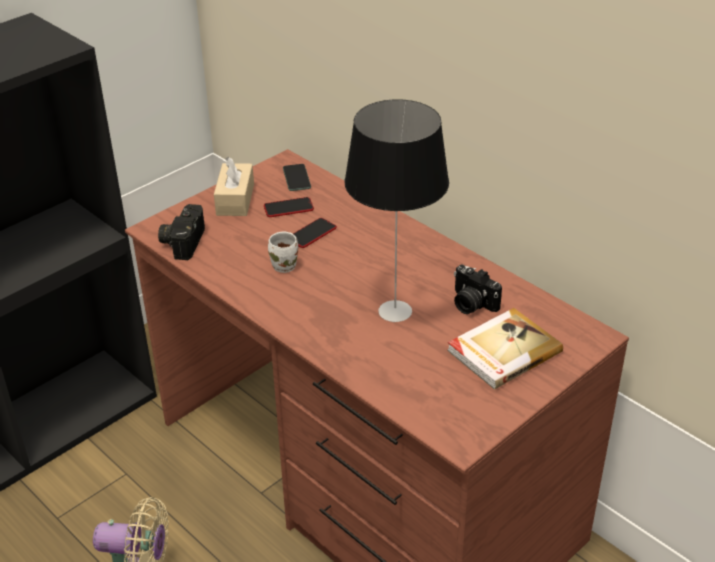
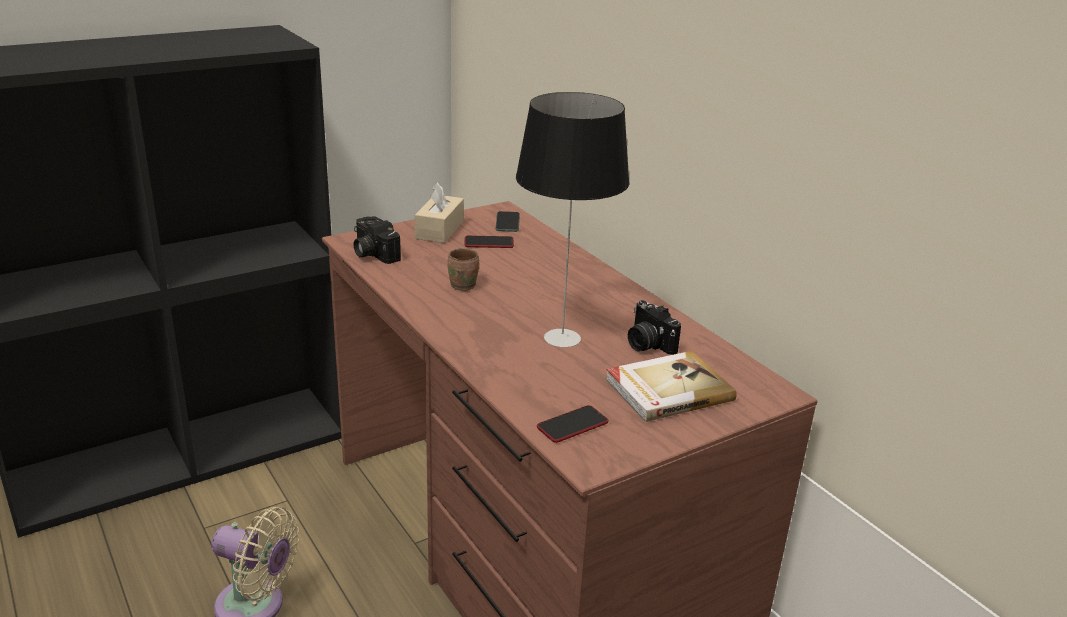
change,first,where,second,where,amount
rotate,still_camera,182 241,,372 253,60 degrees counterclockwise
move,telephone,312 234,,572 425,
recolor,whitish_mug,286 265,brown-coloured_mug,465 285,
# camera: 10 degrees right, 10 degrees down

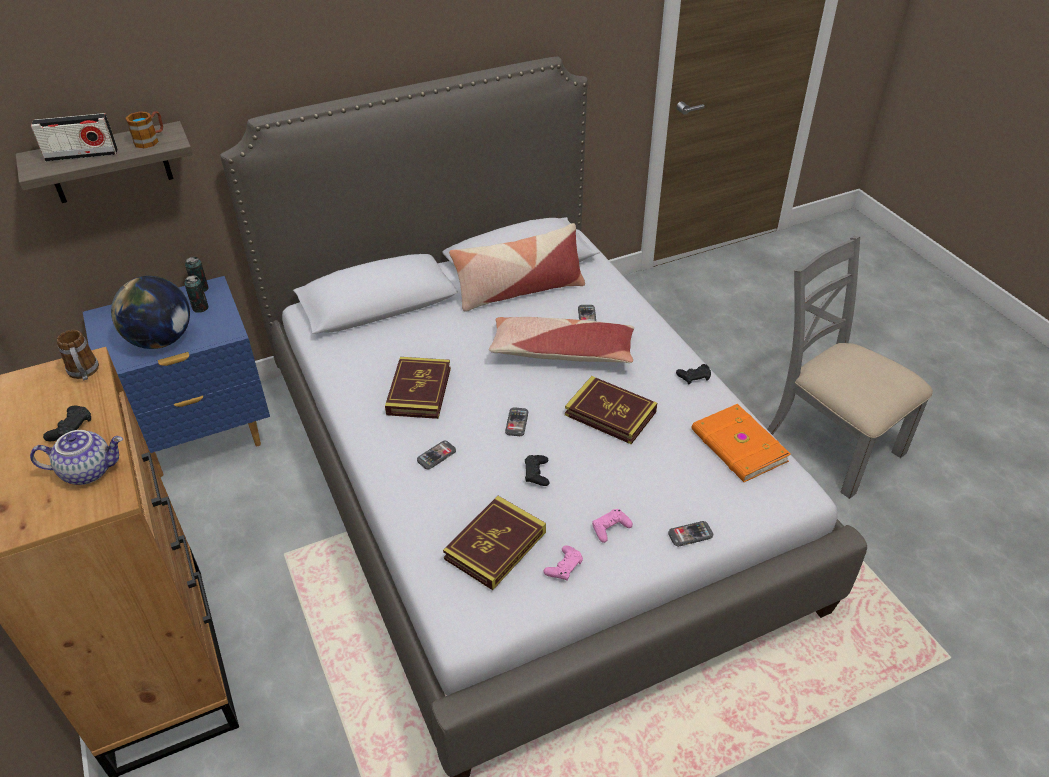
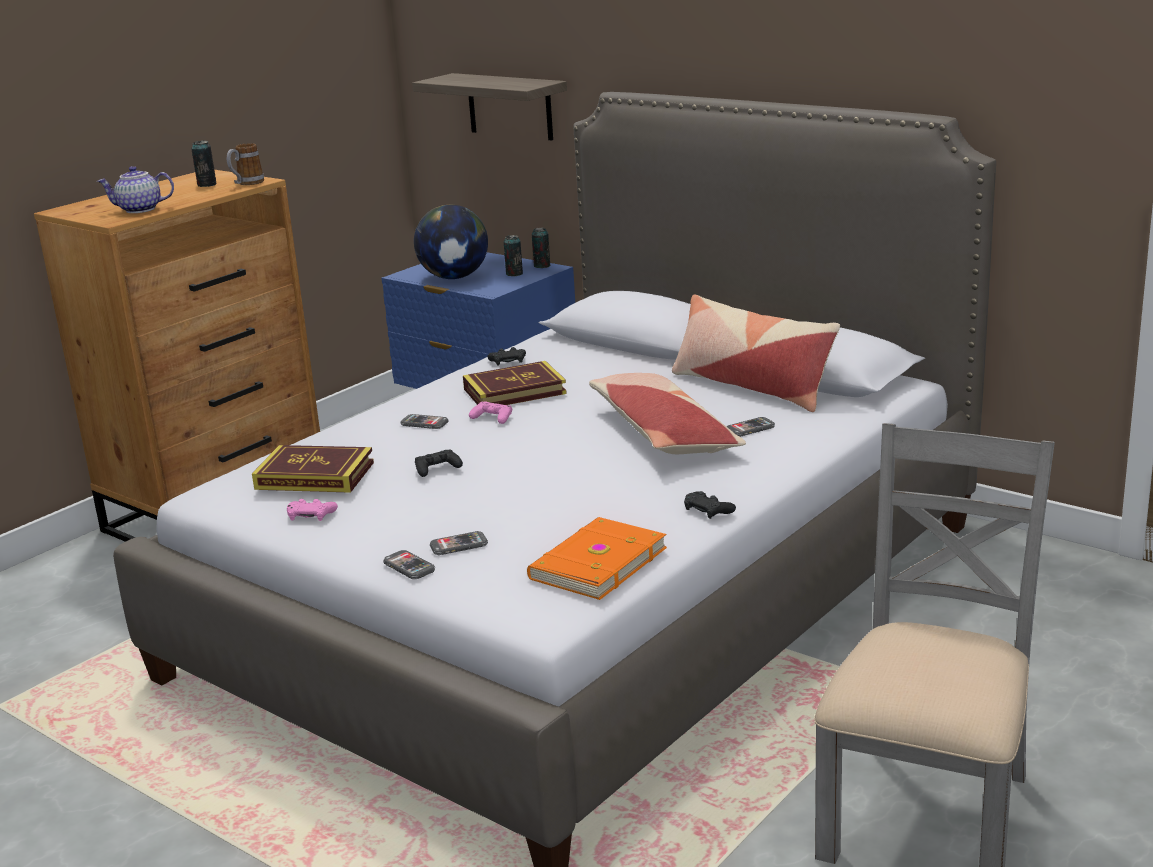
change,first,where,second,where,amount
delete,mug,150 140,,,
delete,radio,81 155,,,
delete,book,610 413,,,
move,black-coloured_game_controller,70 428,,508 361,
move,telephone,516 423,,459 545,
rotate,pot_for_tea,89 470,,139 210,120 degrees clockwise
move,pink-coloured_game_controller,610 528,,492 418,
insert,,,can,207 185,
# camera: 65 degrees right, 20 degrees down

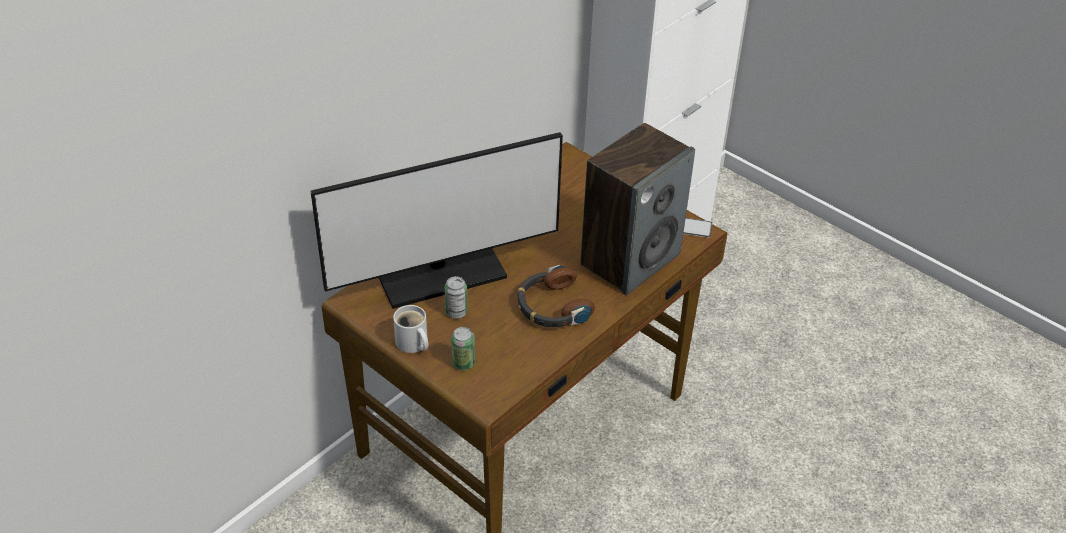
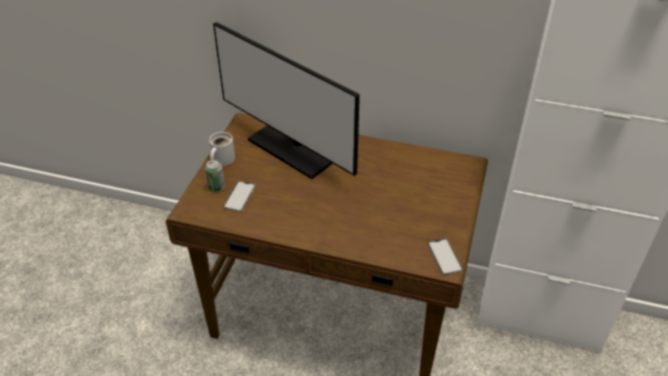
change,first,where,second,where,amount
delete,speaker,630 259,,,
delete,headset,552 306,,,
delete,can,456 312,,,
insert,,,telephone,239 196,
# camera: 65 degrees right, 0 degrees up

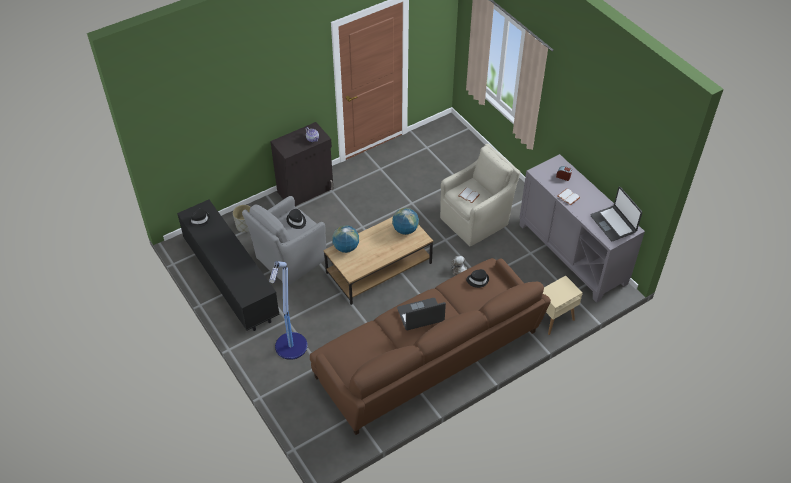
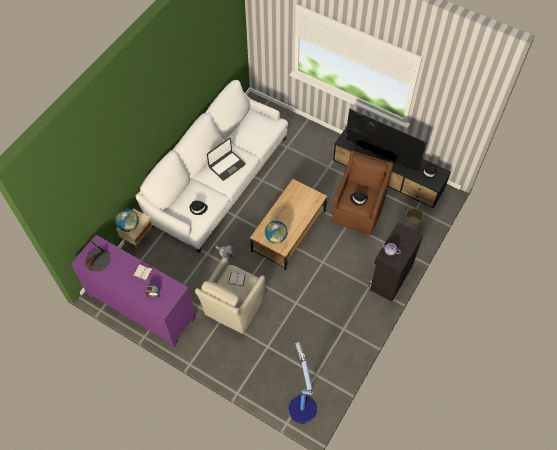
change,first,where,second,where,amount
recolor,gray_storage_cabinet,572 254,purplish_storage_cabinet,141 307,
replace,portable_computer,613 224,table_lamp,98 260,
recolor,gray_armchair,289 260,brown-coloured_armchair,358 210,
move,globe,346 247,,129 226,
recolor,brown-coloured_couch,428 357,whitish_couch,219 179,
move,standard_lamp,291 347,,302 408,
insert,,,television,380 156,
# camera: 155 degrees right, 10 degrees up

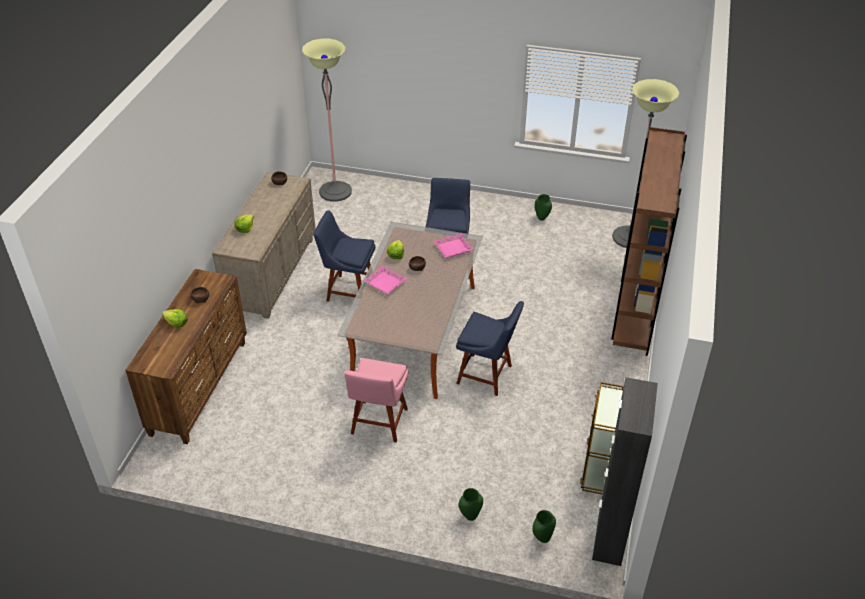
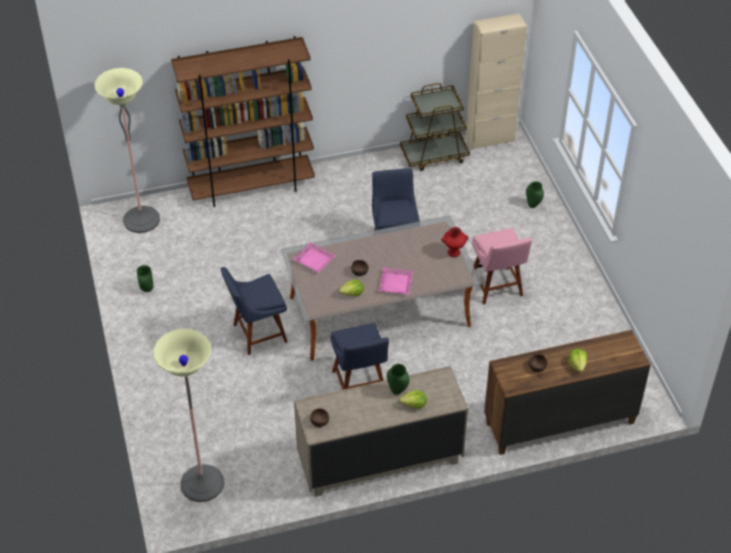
change,first,where,second,where,amount
rotate,pink-coloured_upright_chair,378 423,,497 287,90 degrees clockwise
recolor,black-coloured_storage_cabinet,610 536,beige-coloured_storage_cabinet,490 139,
move,green_vase,542 538,,397 391,
insert,,,red_vase,454 252,
# camera: 120 degrees left, 5 degrees up

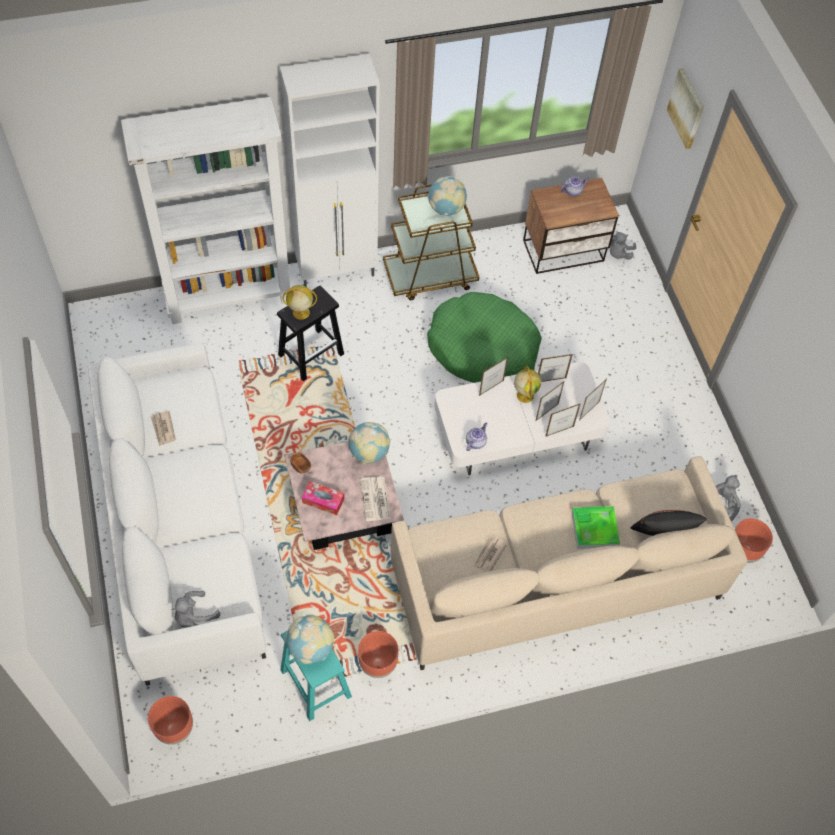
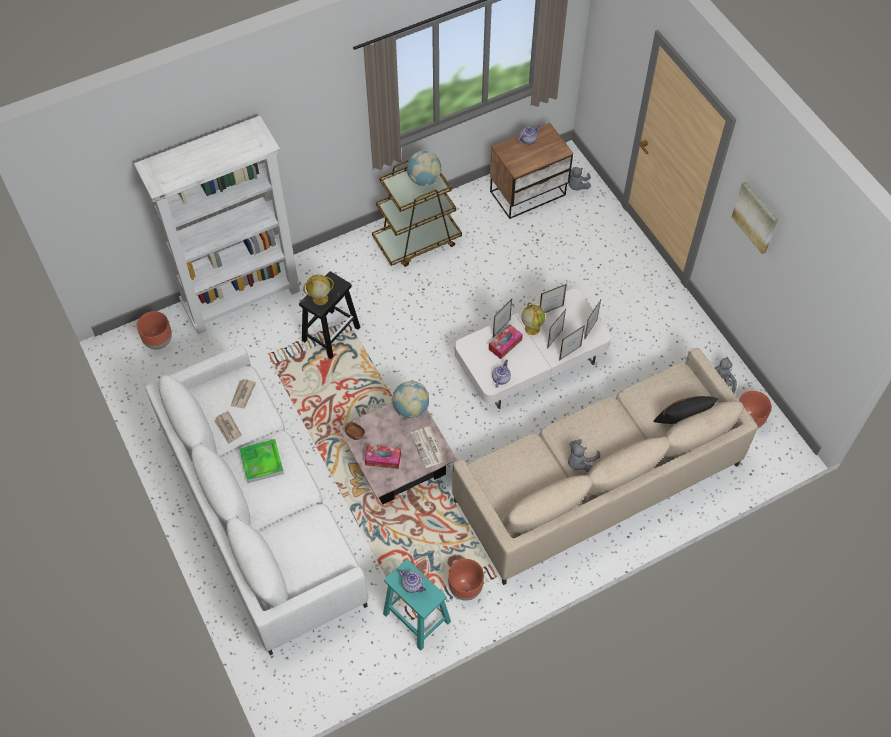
change,first,where,second,where,amount
delete,whitish_storage_cabinet,337 271,,,
move,picture,687 108,,756 217,
delete,green_dog_cushion,483 349,,,
move,tray,594 529,,261 462,
move,daily_paper,489 555,,242 394,
move,gray_plush_toy,194 617,,579 462,
replace,globe,310 647,pot_for_tea,413 585,
move,brown-coloured_planter,174 729,,158 341,
insert,,,tissue_box,505 344,
# camera: 10 degrees left, 0 degrees up

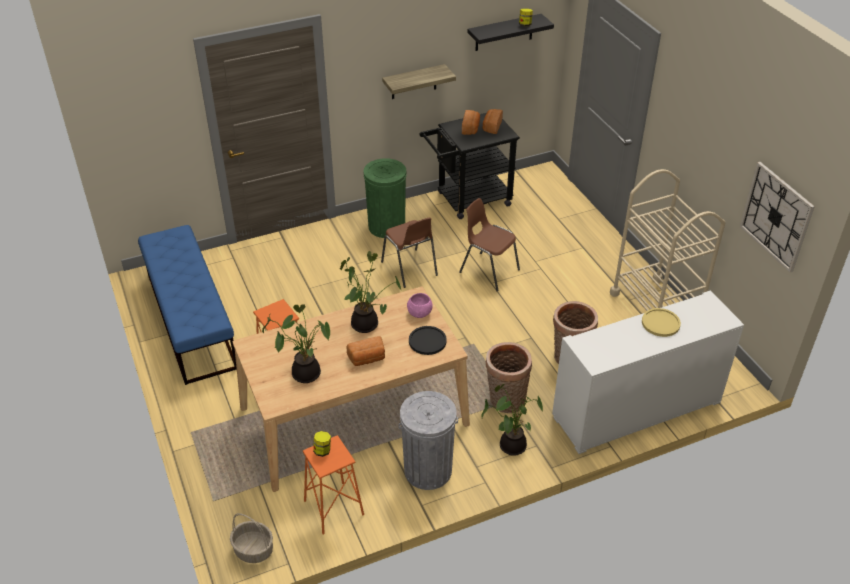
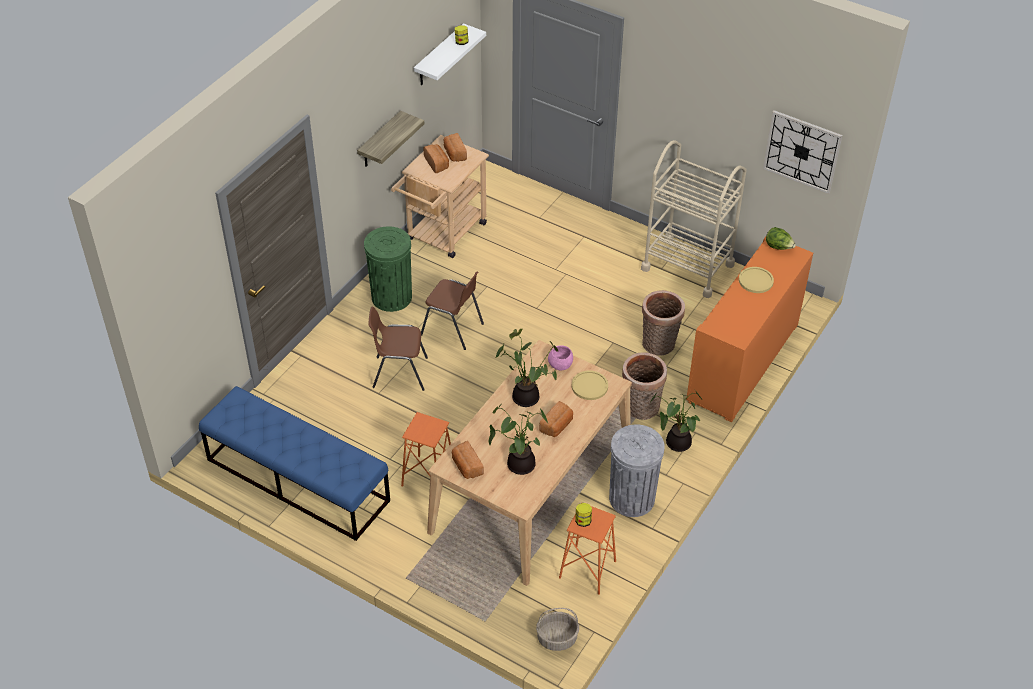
change,first,where,second,where,amount
recolor,black-coloured_shelf,504 32,whitish_shelf,439 56,
recolor,black-coloured_trolley,468 200,beige-coloured_trolley,443 235,
move,brown-coloured_upright_chair,488 271,,399 373,
recolor,whitish_storage_cabinet,636 409,orange-coloured_storage_cabinet,743 362,
recolor,black-coloured_flat_dish,427 341,yellow_flat_dish,589 386,
insert,,,head_of_lettuce,778 247,
insert,,,bread,466 467,
# camera: 35 degrees left, 5 degrees up

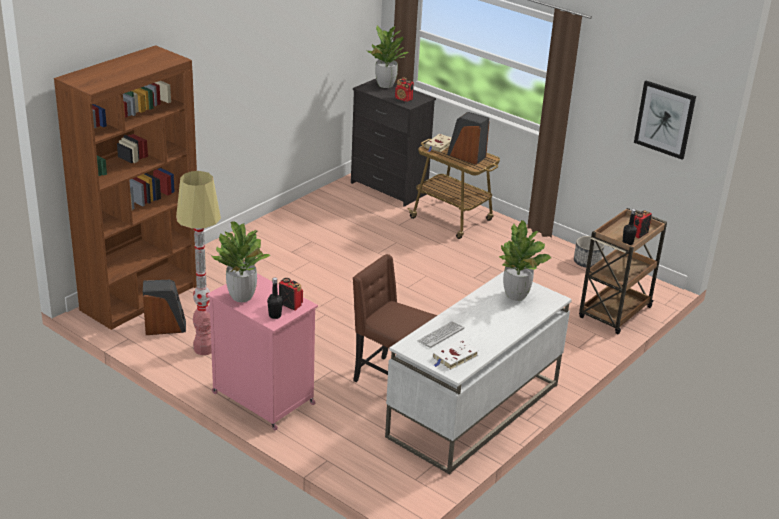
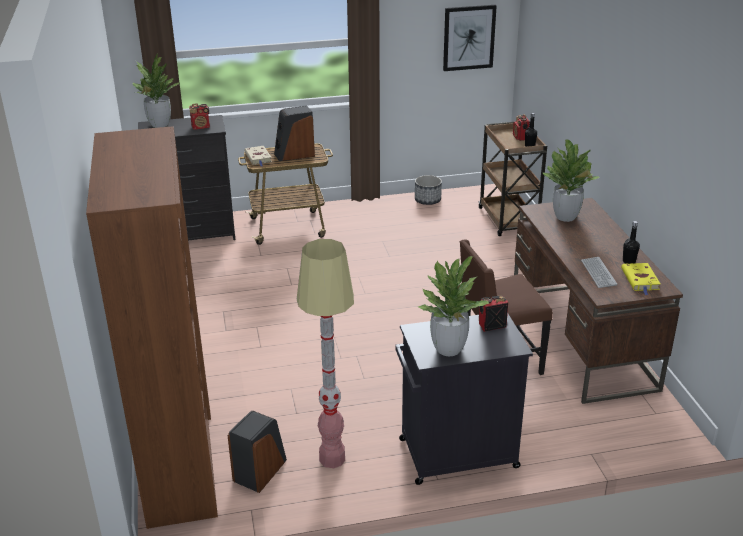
change,first,where,second,where,amount
recolor,whitish_desk_table,473 411,brown-coloured_desk_table,581 340,
recolor,pink-coloured_storage_cabinet,261 398,black-coloured_storage_cabinet,455 454,
move,black-coloured_bottle,275 315,,629 261,
recolor,whitish_book,454 357,yellow_book,640 280,
# camera: 50 degrees left, 0 degrees up

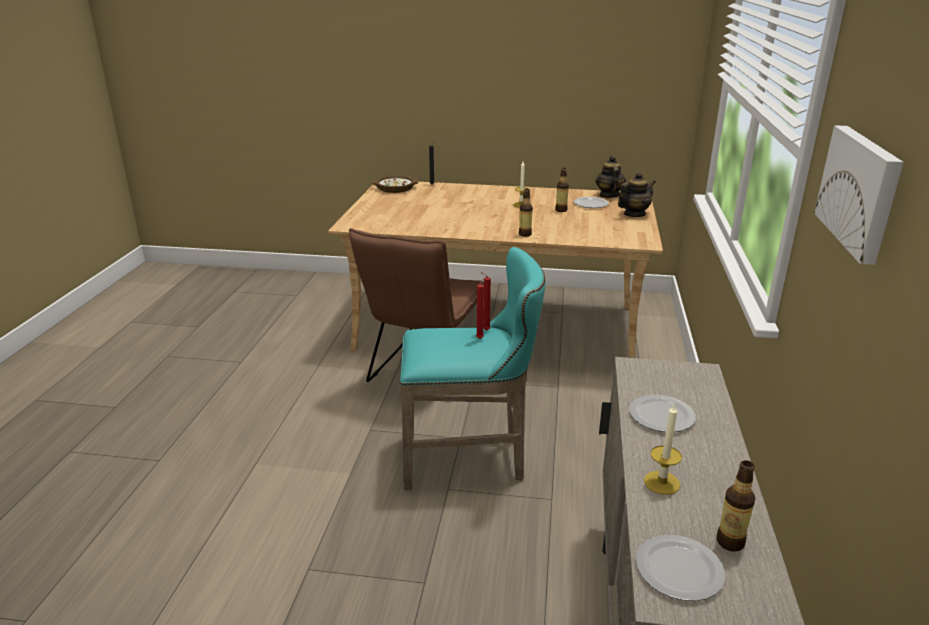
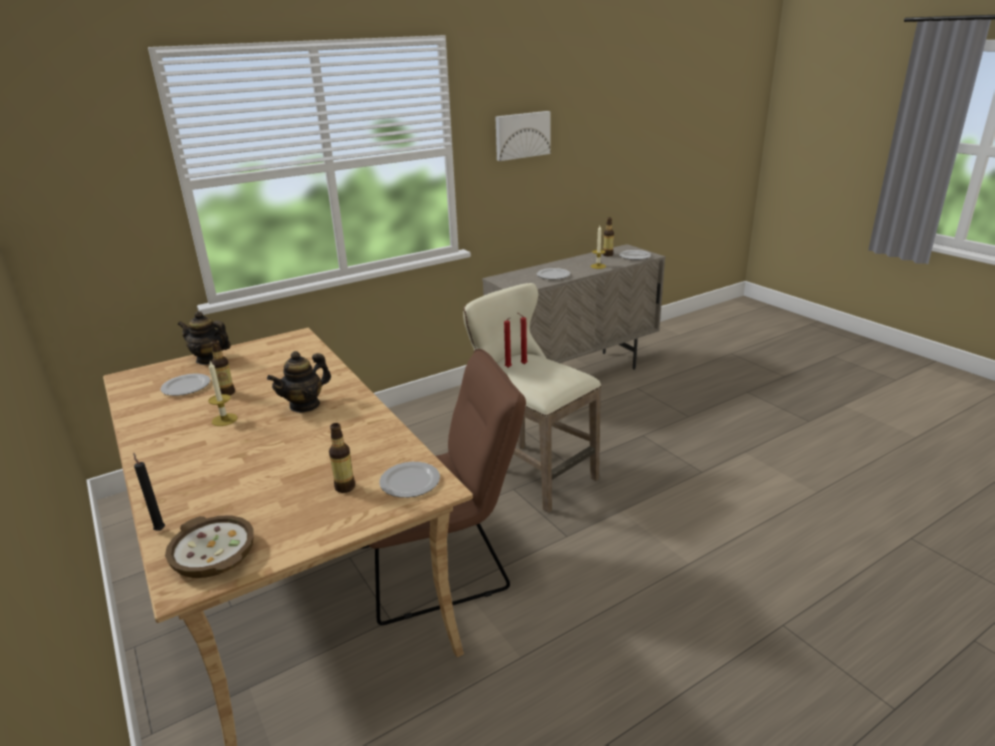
change,first,where,second,where,amount
move,pot_for_tea,609 195,,305 405,
move,bottle,525 234,,345 487,
recolor,turquoise_sitting_stool,470 460,beige-coloured_sitting_stool,531 472,
insert,,,flat_dish,409 482,
# camera: 130 degrees left, 0 degrees up

